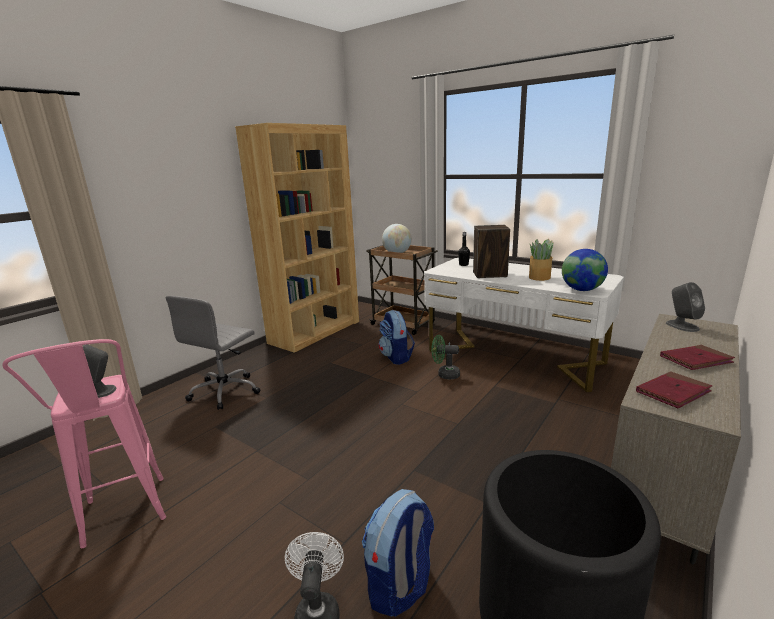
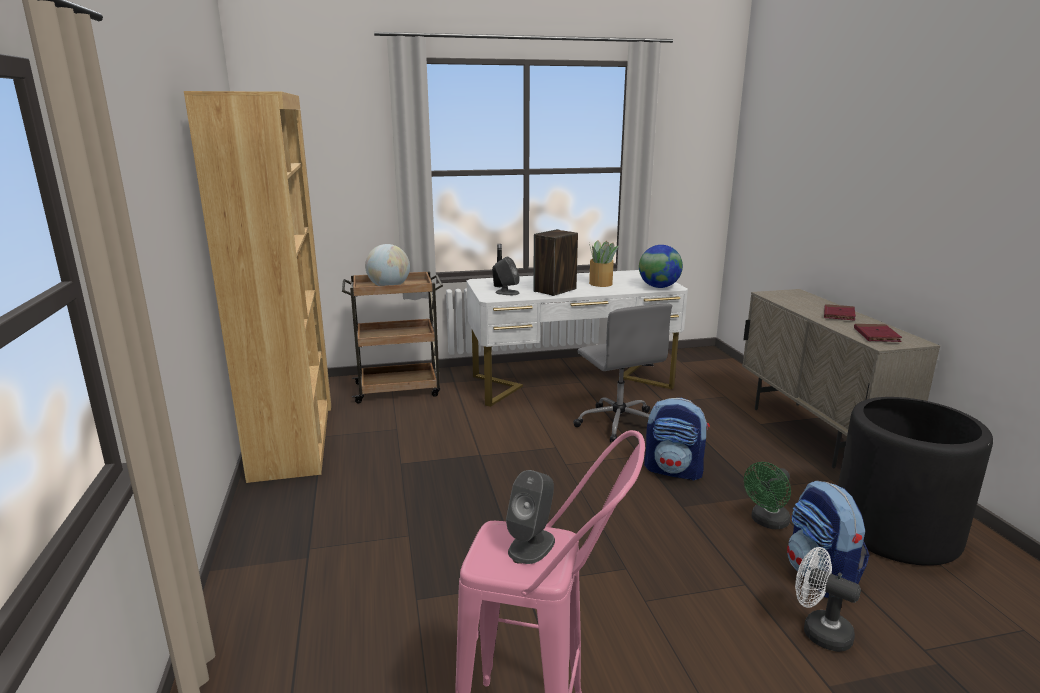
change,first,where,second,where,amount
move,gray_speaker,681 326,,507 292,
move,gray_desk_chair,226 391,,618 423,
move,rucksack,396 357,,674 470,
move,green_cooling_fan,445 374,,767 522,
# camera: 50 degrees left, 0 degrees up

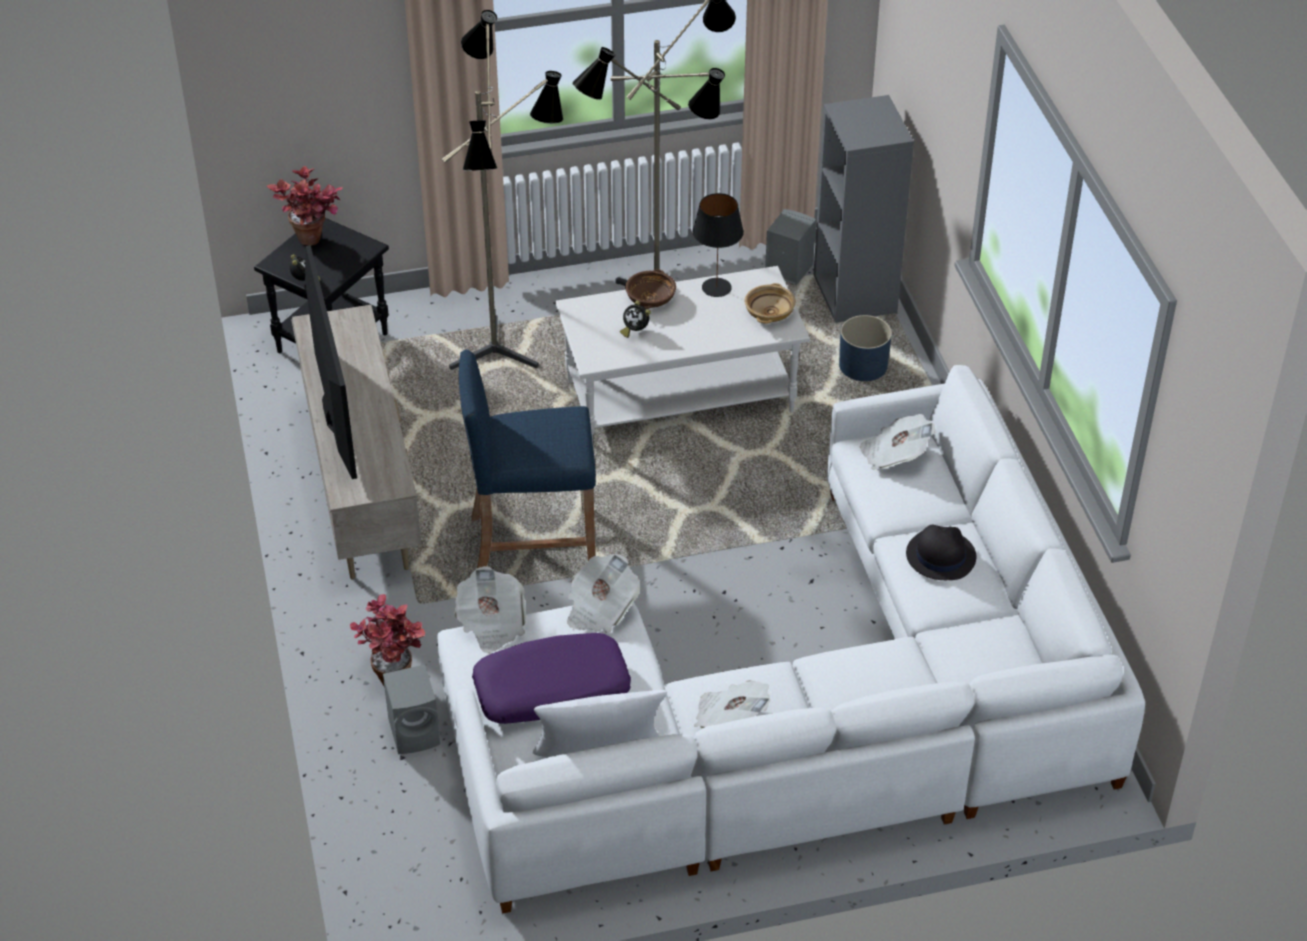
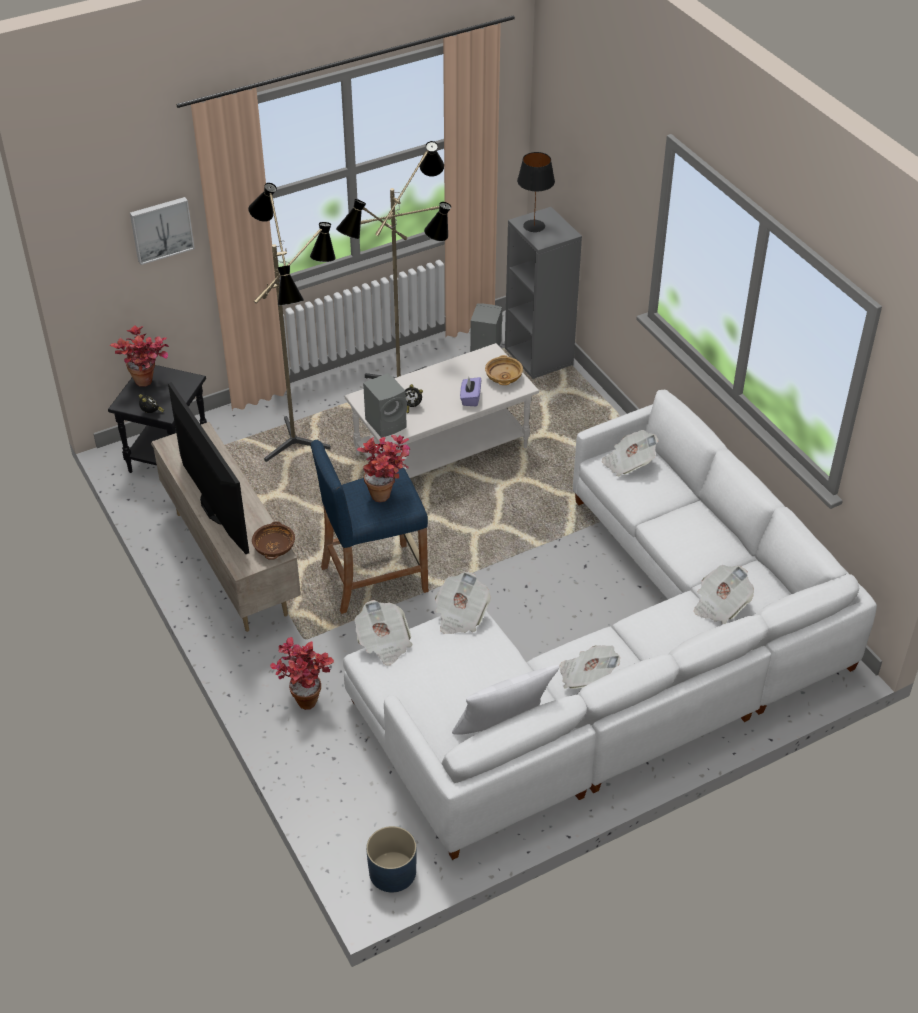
change,first,where,second,where,amount
move,black-coloured_table_lamp,716 288,,534 226,
move,brown-coloured_bowl,650 299,,274 548,
move,blue-coloured_planter,863 366,,392 872,
delete,black-coloured_clothing_hat,940 555,,,
delete,purplish_cushion,551 691,,,
move,gray_speaker,416 732,,387 423,
insert,,,picture,161 229,
insert,,,purplish_tissue_box,470 398,
insert,,,plant_in_a_pot,387 494,
insert,,,daily_paper,720 605,
# camera: 15 degrees left, 0 degrees up

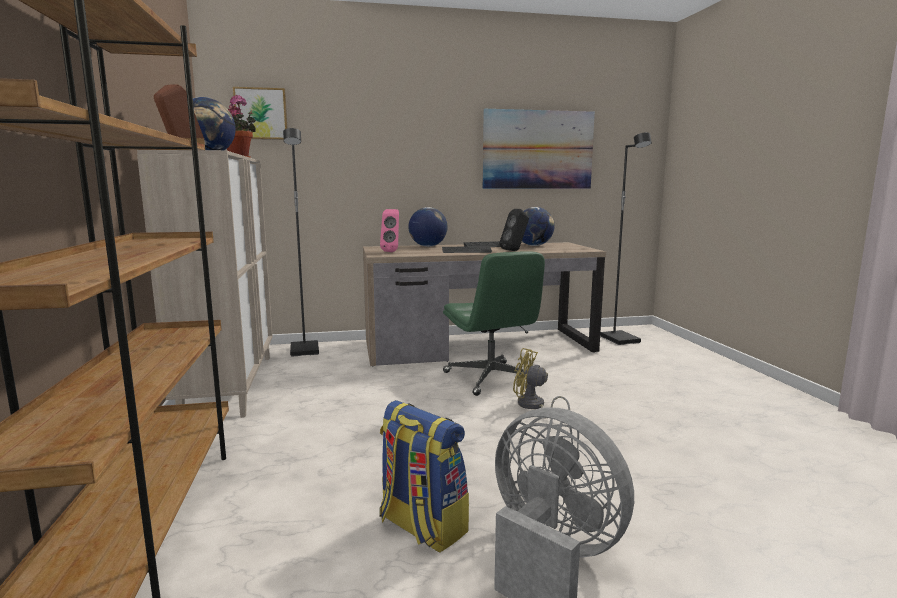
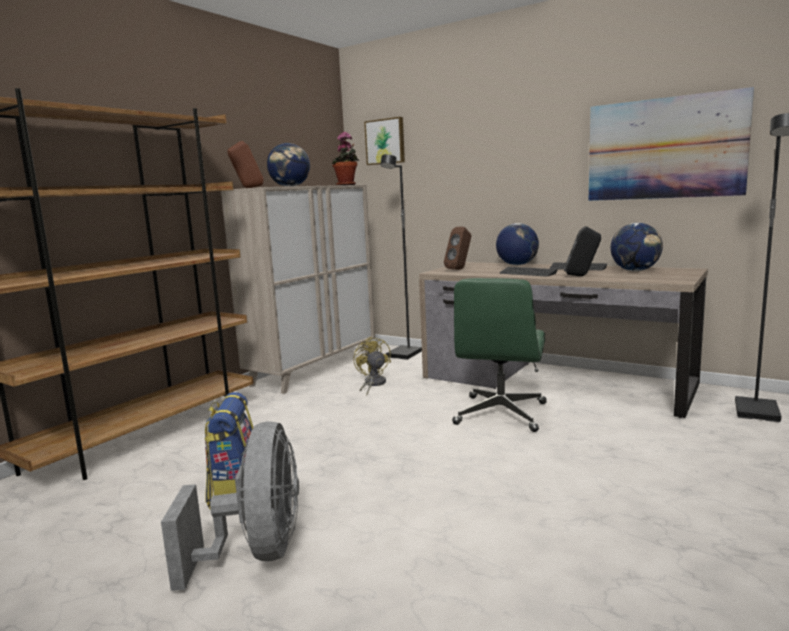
change,first,where,second,where,amount
recolor,pink-coloured_speaker,392 252,brown-coloured_speaker,459 269,
move,yellow_cooling_fan,533 407,,372 384,
# camera: 45 degrees right, 0 degrees up

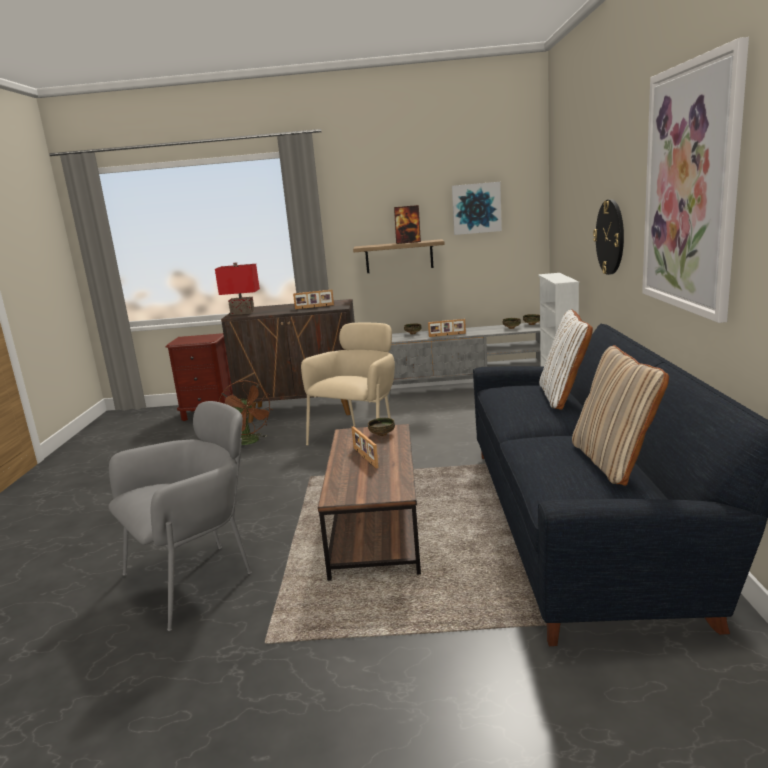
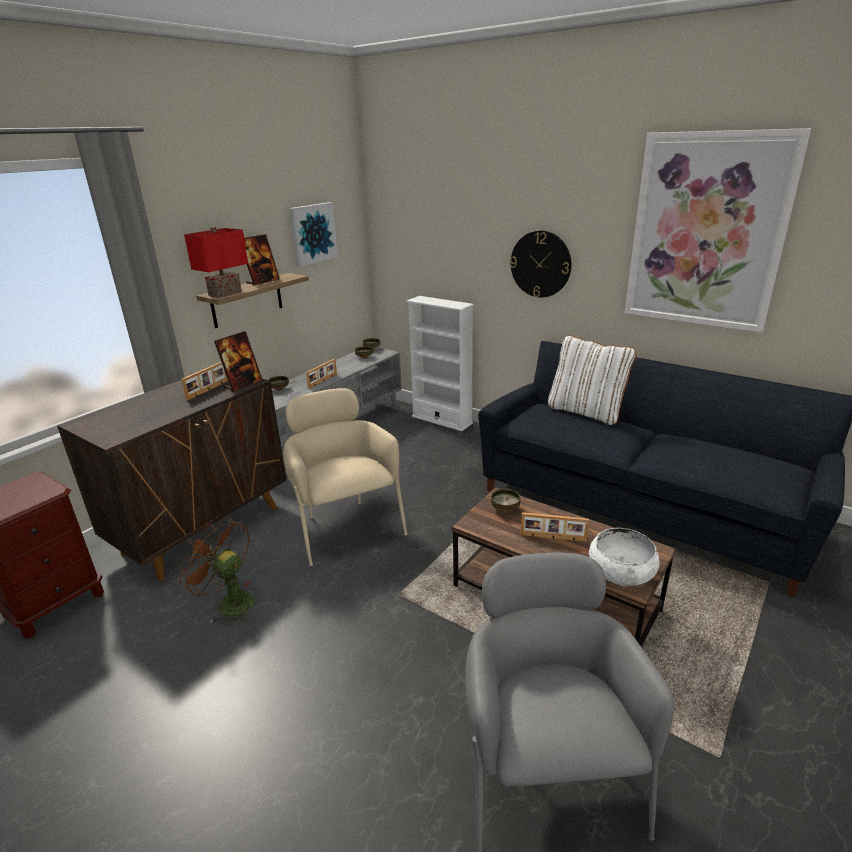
change,first,where,second,where,amount
move,red_table_lamp,242 313,,226 294,
delete,beige-coloured_cushion,614 462,,,
rotate,brown-coloured_cooling_fan,250 442,,229 602,150 degrees counterclockwise
insert,,,photo_frame,243 384,
insert,,,whitish_bowl,621 570,
# camera: 55 degrees left, 10 degrees up

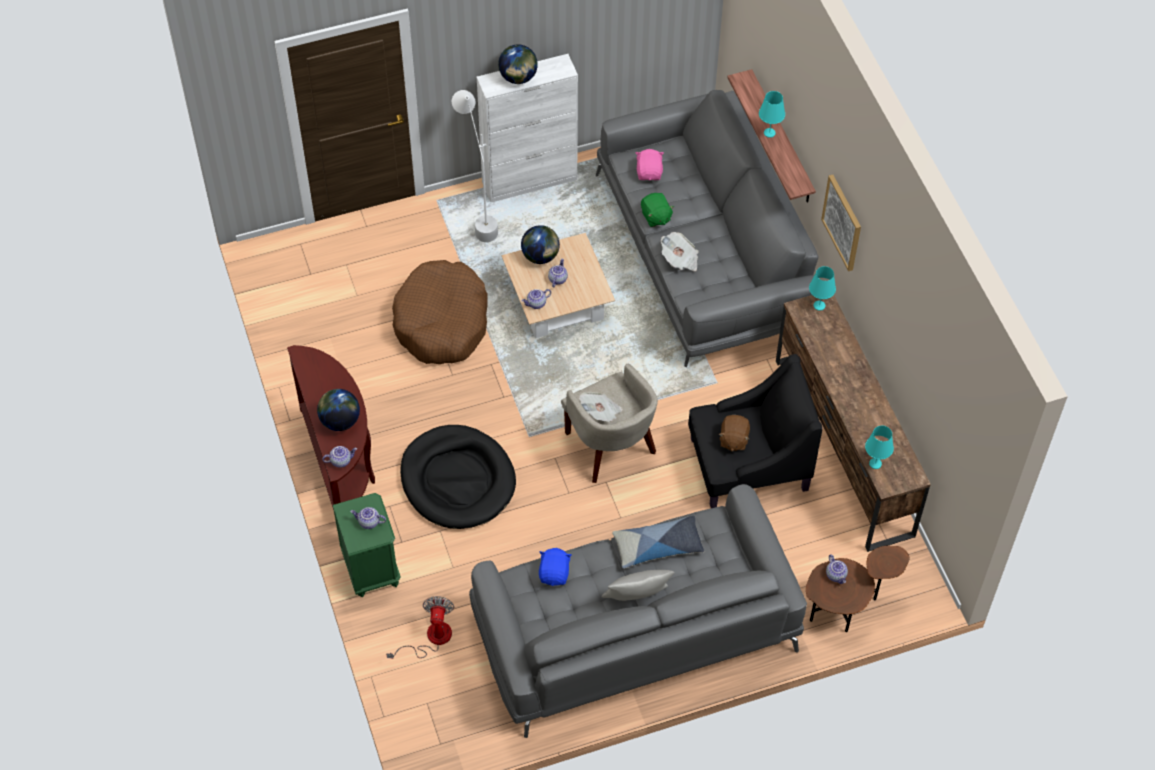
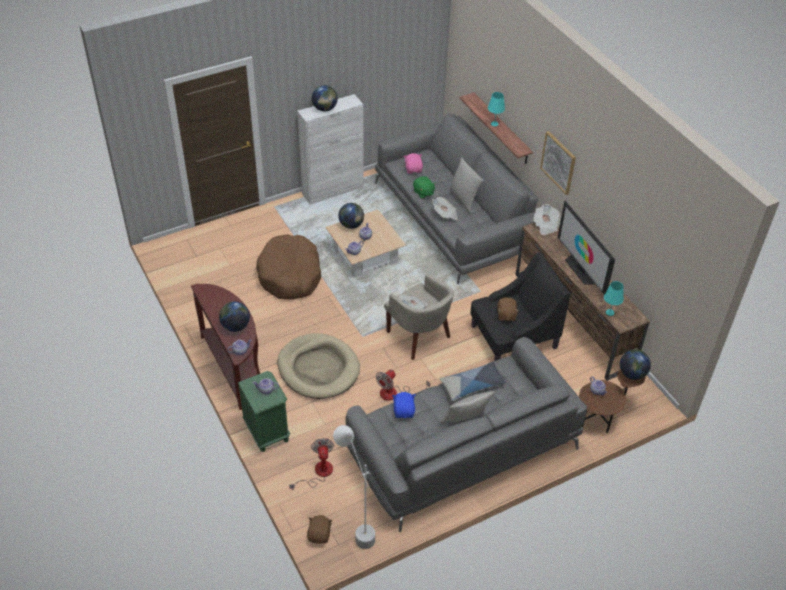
change,first,where,second,where,amount
move,whitish_standard_lamp,478 220,,356 527,
replace,turquoise_table_lamp,819 305,daily_paper,545 225,
recolor,black-coloured_dog_cushion,457 480,beige-coloured_dog_cushion,318 368,
insert,,,gray_cushion,464 199,
insert,,,television,581 270,
insert,,,globe,632 373,
insert,,,cooling_fan,395 393,
insert,,,brown-coloured_plush_toy,319 535,
# camera: 10 degrees left, 10 degrees down

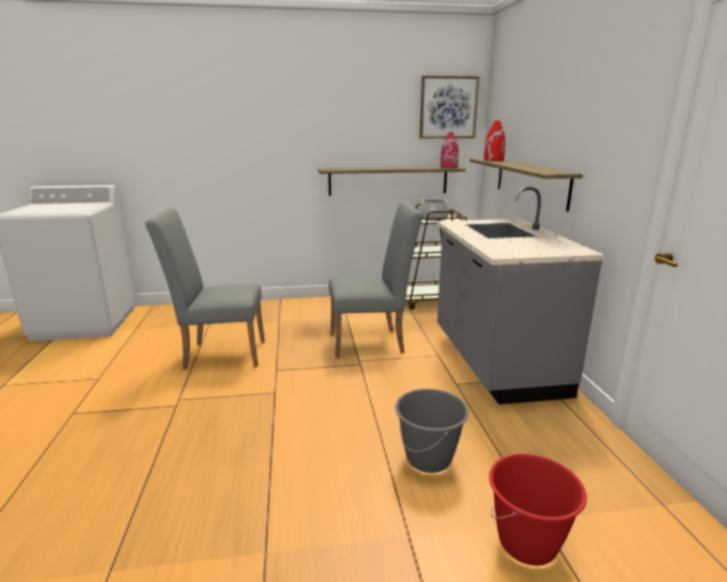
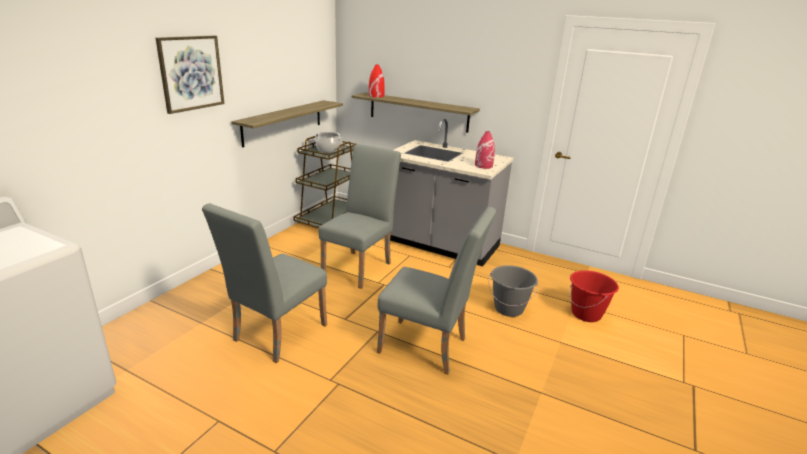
change,first,where,second,where,amount
move,picture,448 107,,191 73,
move,red_vase,449 167,,483 166,
insert,,,gray_upright_chair,429 348,
# camera: 55 degrees left, 5 degrees up

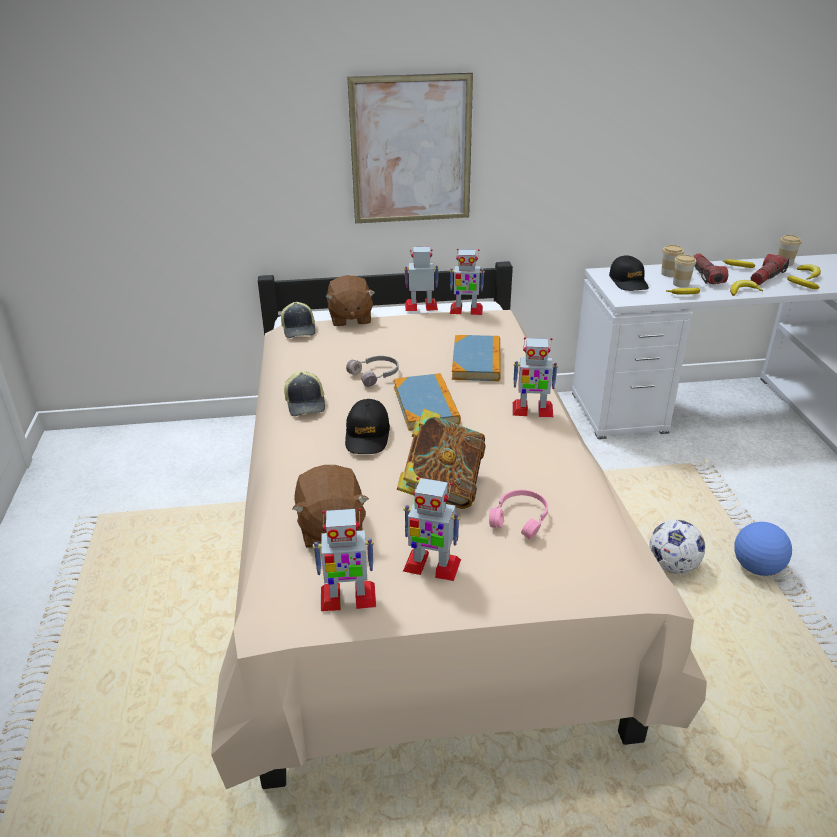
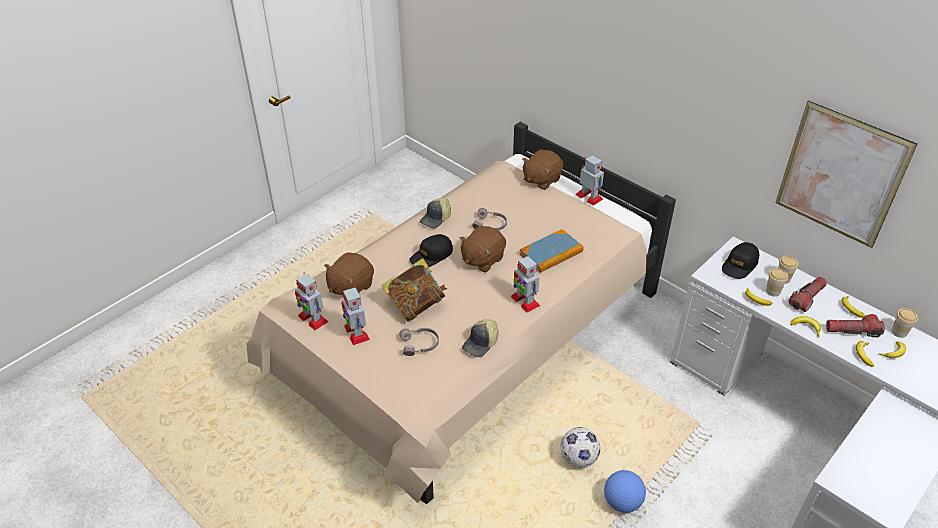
change,first,where,second,where,amount
move,picture,411 150,,841 175,
delete,model_robot,465 310,,,
move,cap,299 329,,481 343,
replace,book,426 405,brown-coloured_plush_toy,482 259,
recolor,pink-coloured_headset,521 519,gray_headset,420 344,
# camera: 50 degrees right, 10 degrees up

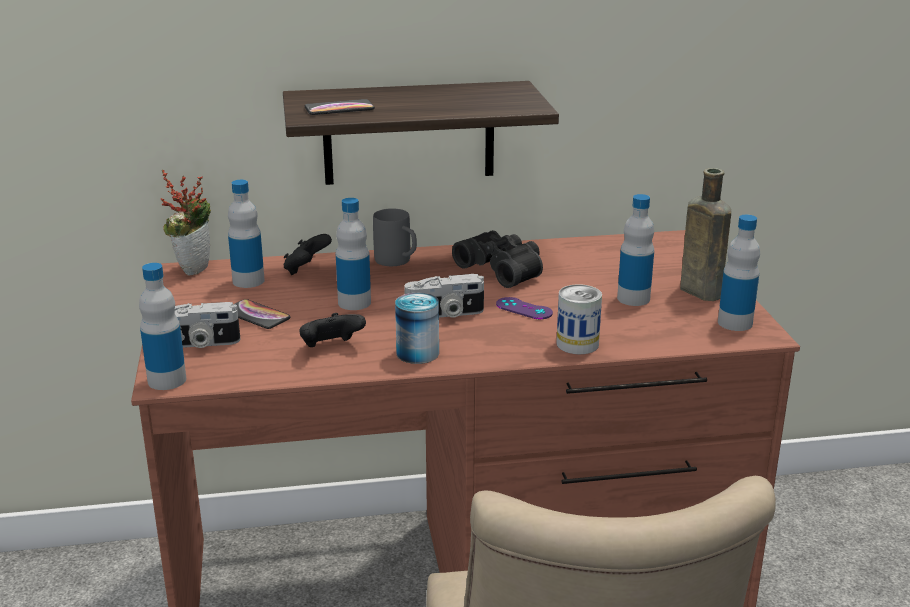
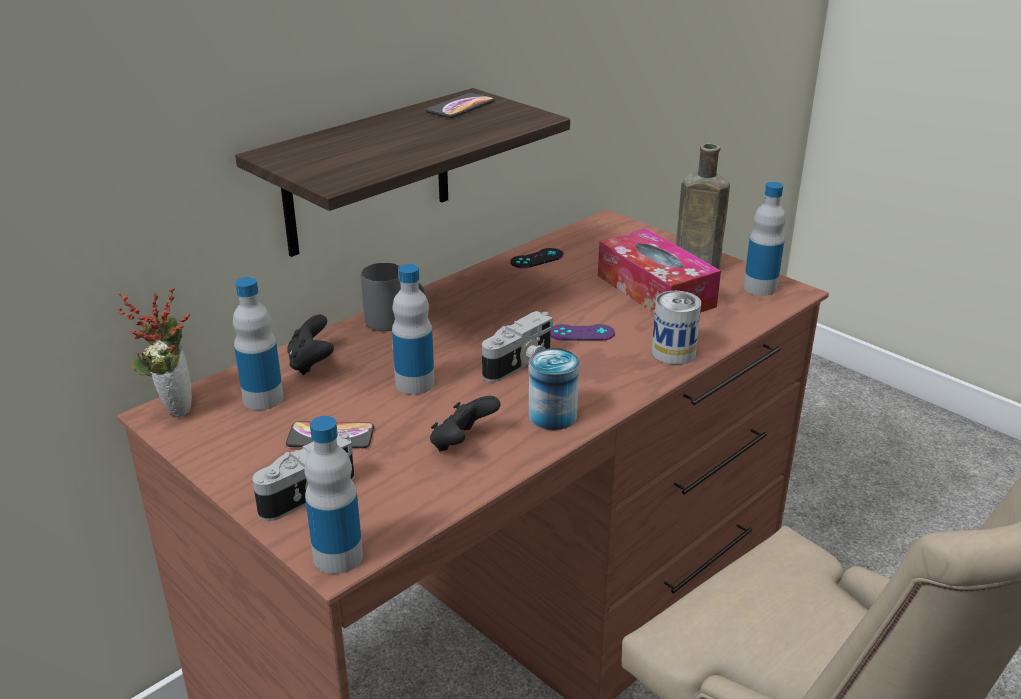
change,first,where,second,where,amount
move,telephone,339 109,,460 107,
replace,bottle,633 298,tissue_box,655 291,
delete,black-coloured_field_glasses,503 269,,,
insert,,,black-coloured_game_controller,537 258,
# camera: 35 degrees left, 5 degrees up

